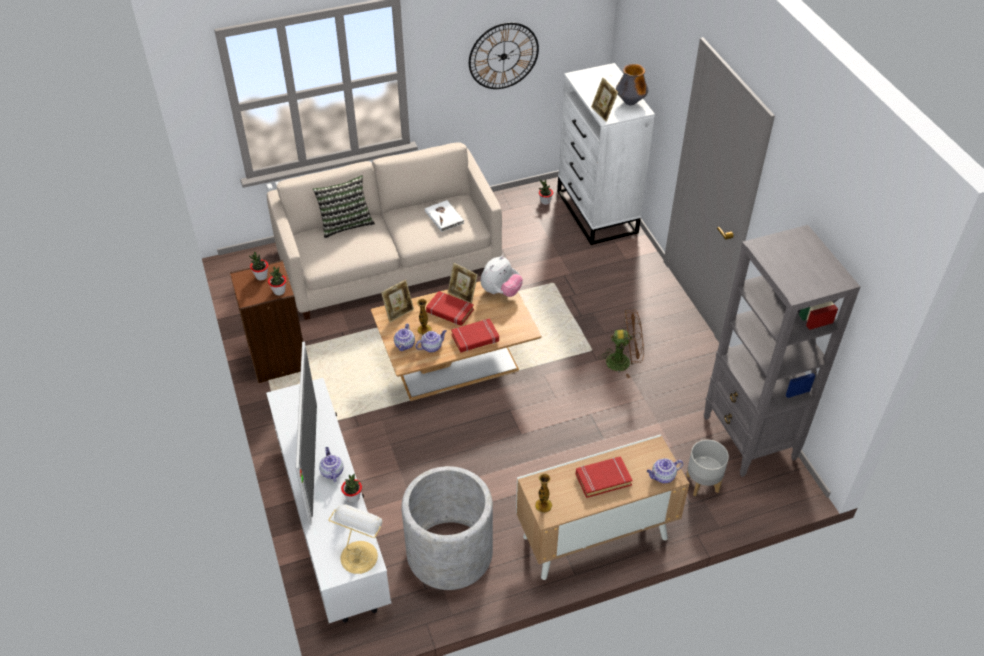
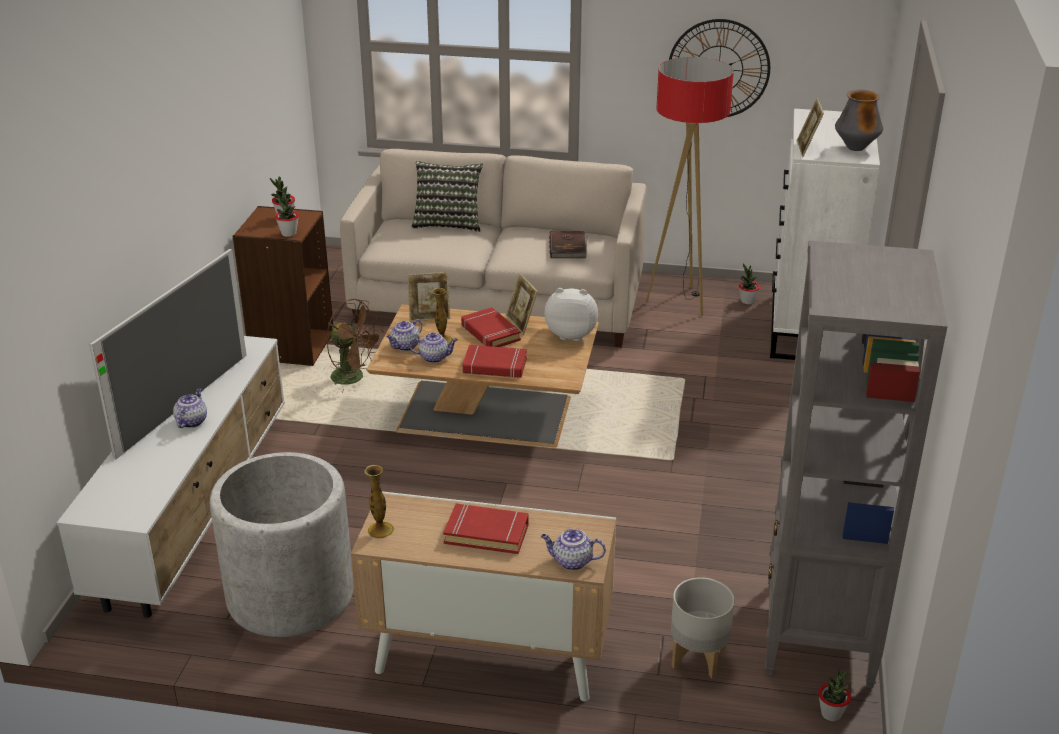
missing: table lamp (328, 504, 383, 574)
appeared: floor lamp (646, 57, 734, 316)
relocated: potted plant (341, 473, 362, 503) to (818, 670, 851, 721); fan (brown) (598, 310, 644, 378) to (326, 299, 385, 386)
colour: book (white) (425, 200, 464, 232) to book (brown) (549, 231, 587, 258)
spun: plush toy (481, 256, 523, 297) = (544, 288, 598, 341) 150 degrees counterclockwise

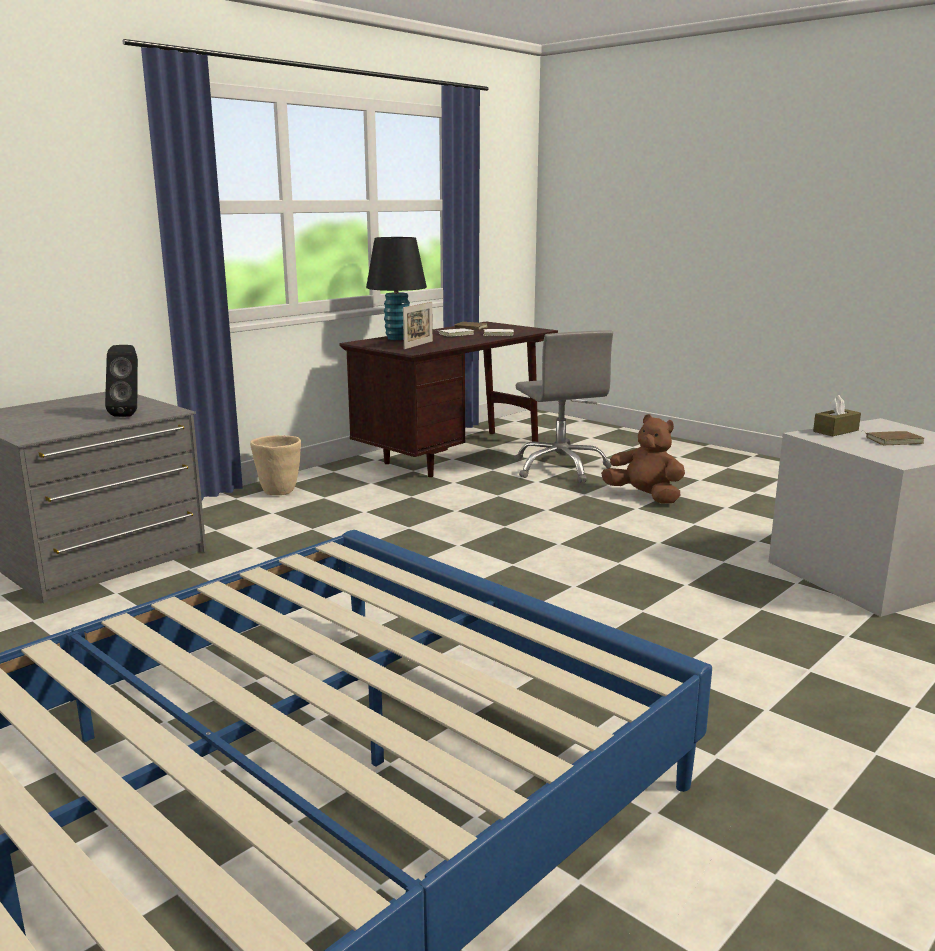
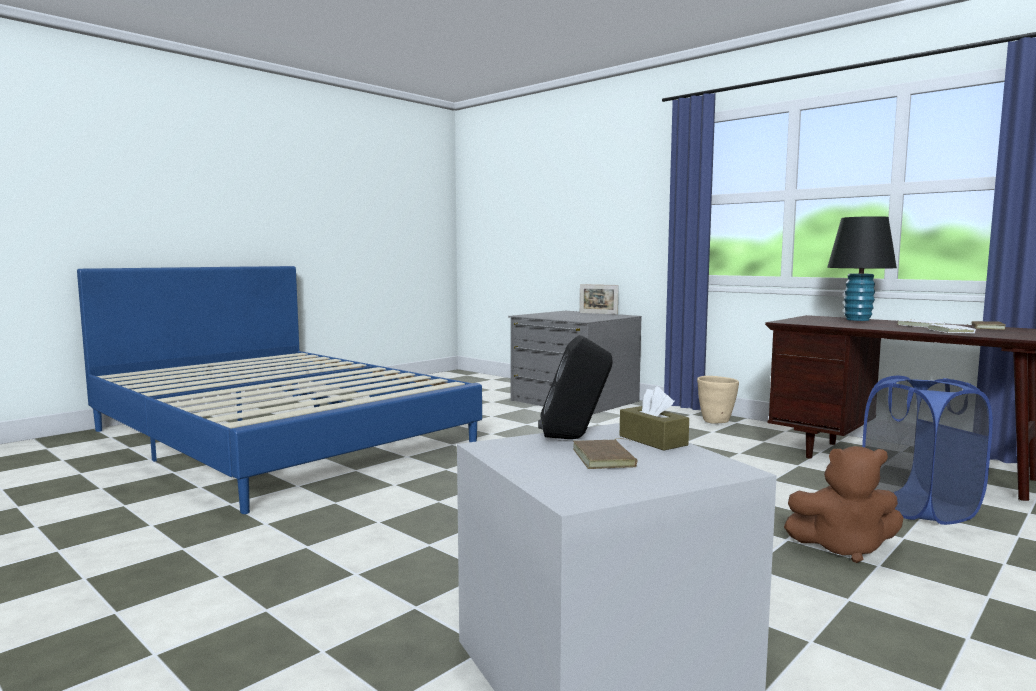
relocated: speaker (black) (105, 345, 138, 417) to (538, 335, 613, 439); picture frame (403, 302, 433, 349) to (580, 284, 619, 315)
exchanged: office chair (grey) (514, 330, 613, 483) to laundry basket (blue) (862, 376, 993, 525)
spun: plush toy (brown) (601, 414, 685, 504) = (784, 446, 904, 563) 60 degrees clockwise

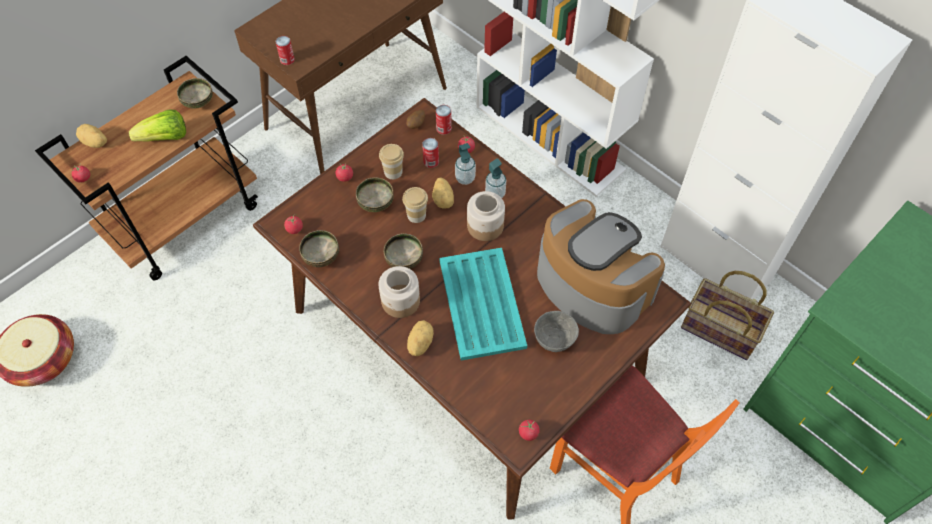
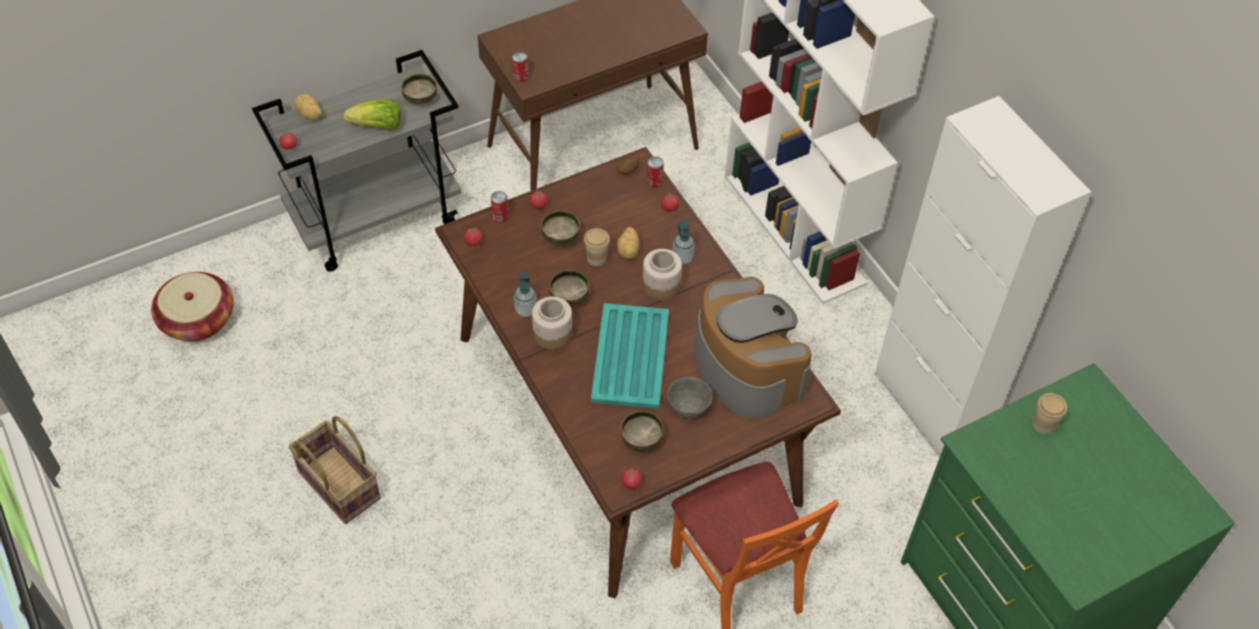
missing: potato (407, 320, 434, 356)
relocated: bowl (299, 230, 339, 267) to (621, 411, 663, 452); cup (379, 144, 404, 179) to (1032, 393, 1067, 434); can (422, 138, 439, 168) to (491, 191, 509, 223); soap dispenser (455, 143, 476, 185) to (514, 273, 537, 317); basket (681, 271, 774, 360) to (289, 416, 381, 524)
colour: cart (brown) (35, 56, 258, 280) to cart (grey) (252, 50, 462, 272)

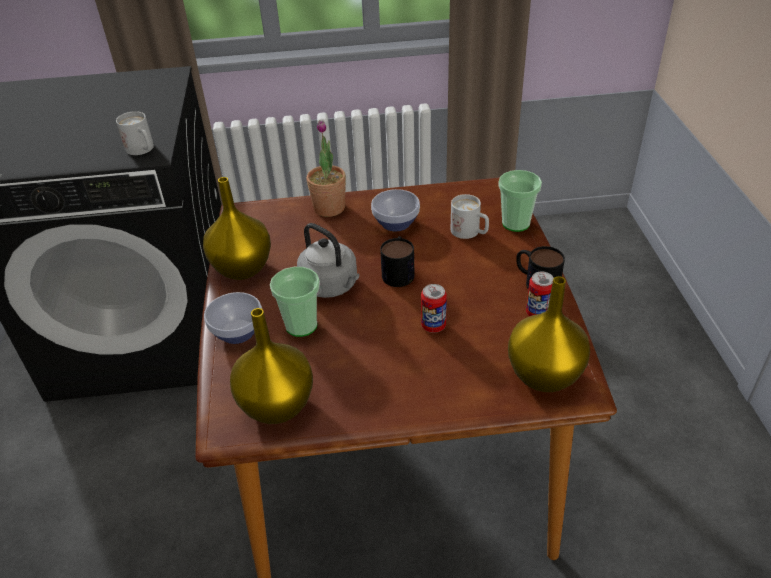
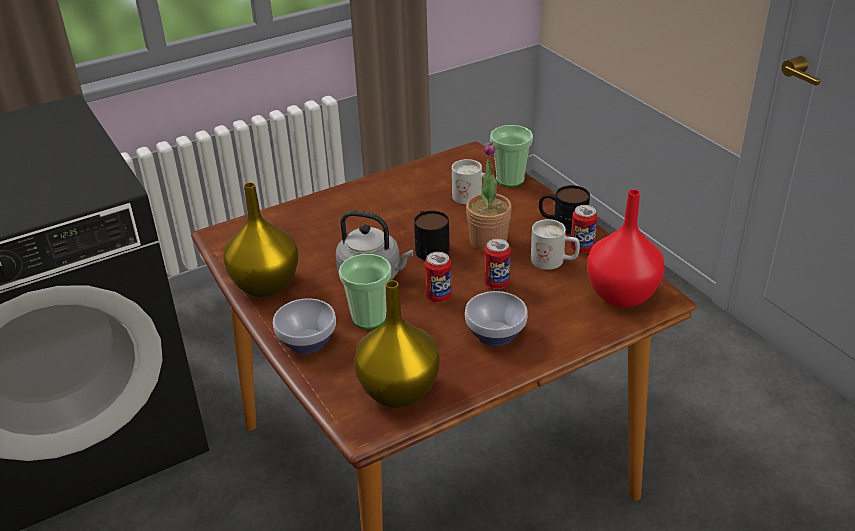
appeared: can (425, 252, 452, 303)
relocated: mug (white) (116, 111, 154, 155) to (531, 219, 580, 270); potted plant (306, 120, 346, 217) to (466, 142, 512, 252); bowl (371, 189, 420, 231) to (465, 291, 528, 346)
colour: vase (yellow) (508, 276, 590, 392) to vase (red) (587, 189, 665, 308)

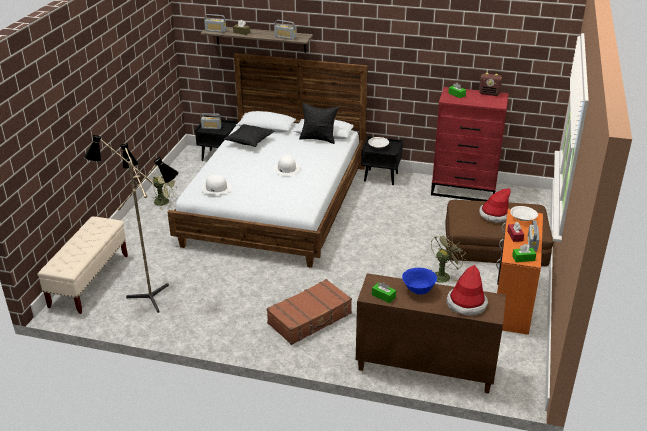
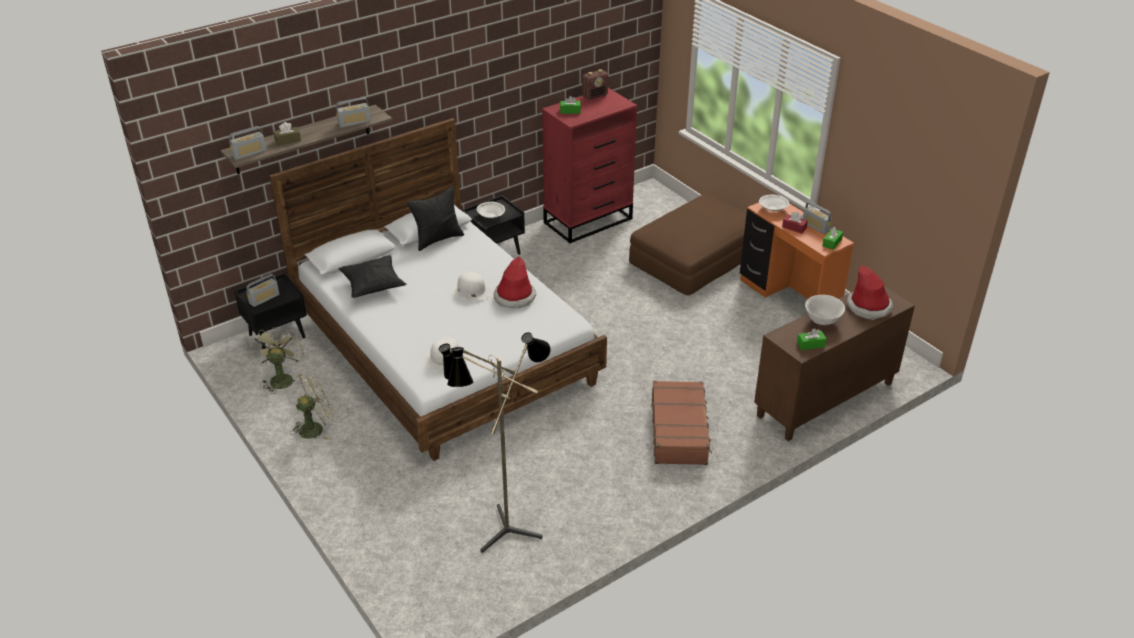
missing: bench (beige) (37, 217, 128, 314)
relocated: fan (green) (431, 233, 466, 283) to (250, 327, 303, 394); hat (479, 188, 511, 223) to (494, 256, 536, 308)
colour: bowl (blue) (402, 268, 437, 294) to bowl (white) (805, 295, 845, 325)

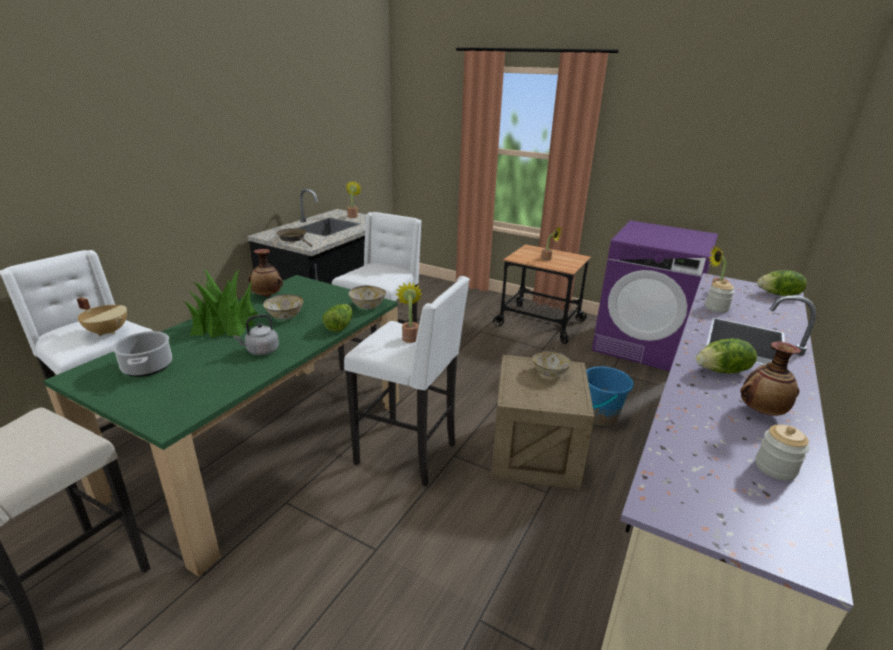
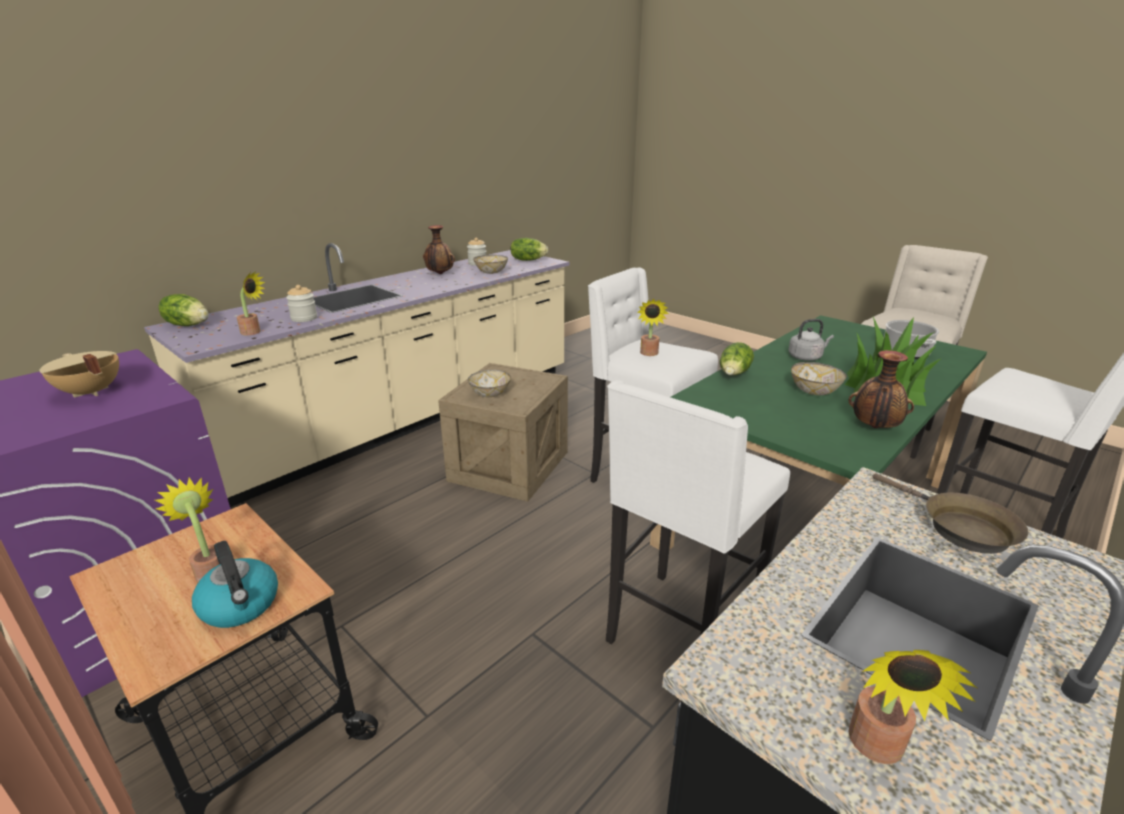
missing: bucket (blue) (586, 366, 634, 426)
appeared: kettle (192, 541, 278, 628)
relocated: cooking pot (beige) (77, 297, 127, 336) to (39, 351, 119, 398); bowl (349, 286, 386, 309) to (473, 255, 508, 274); lettuce (696, 338, 757, 374) to (511, 238, 548, 261)

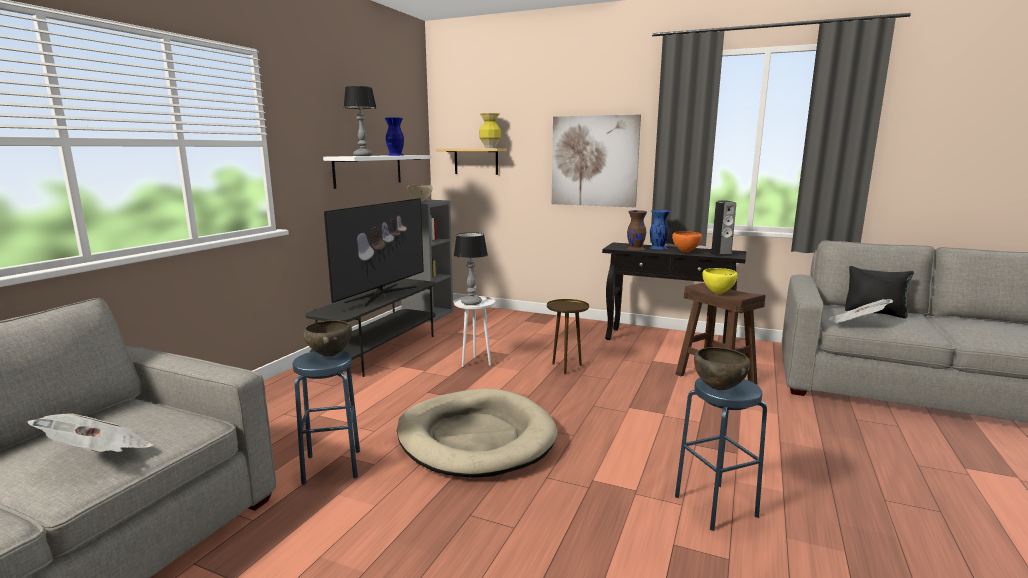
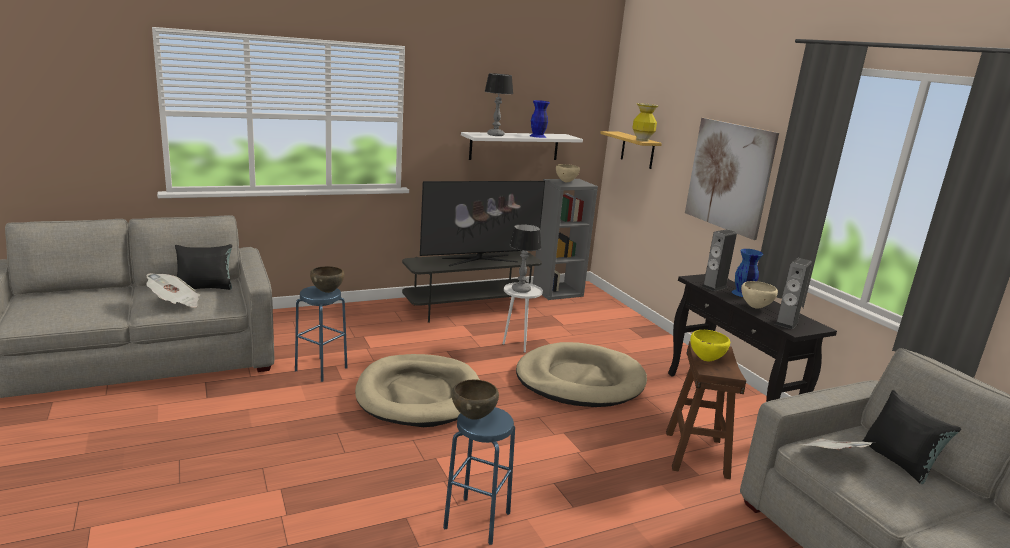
appeared: pillow (black) (175, 244, 232, 290)
exchanged: side table (brown) (547, 299, 589, 374) to dog bed (beige) (516, 342, 647, 407); vase (brown) (626, 210, 647, 251) to speaker (702, 229, 737, 291)
colour: bowl (orange) (672, 231, 702, 252) to bowl (beige) (741, 281, 778, 309)

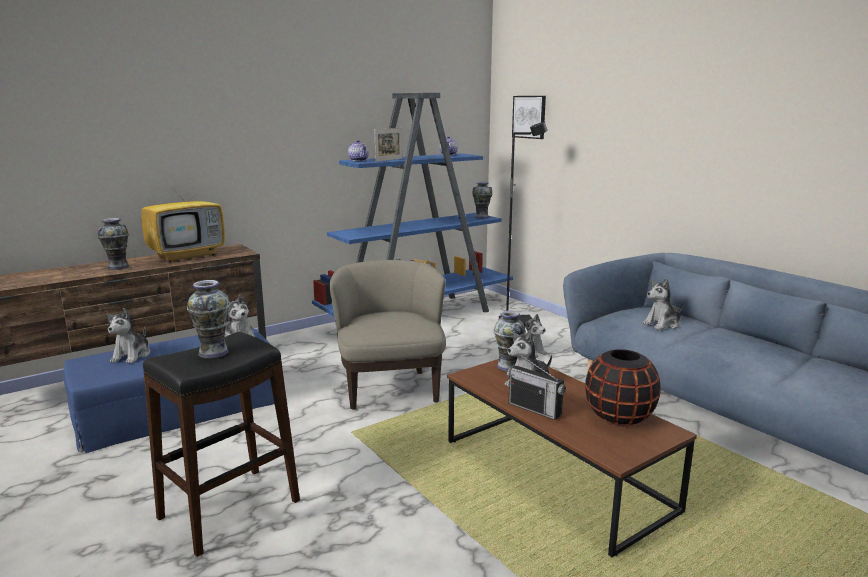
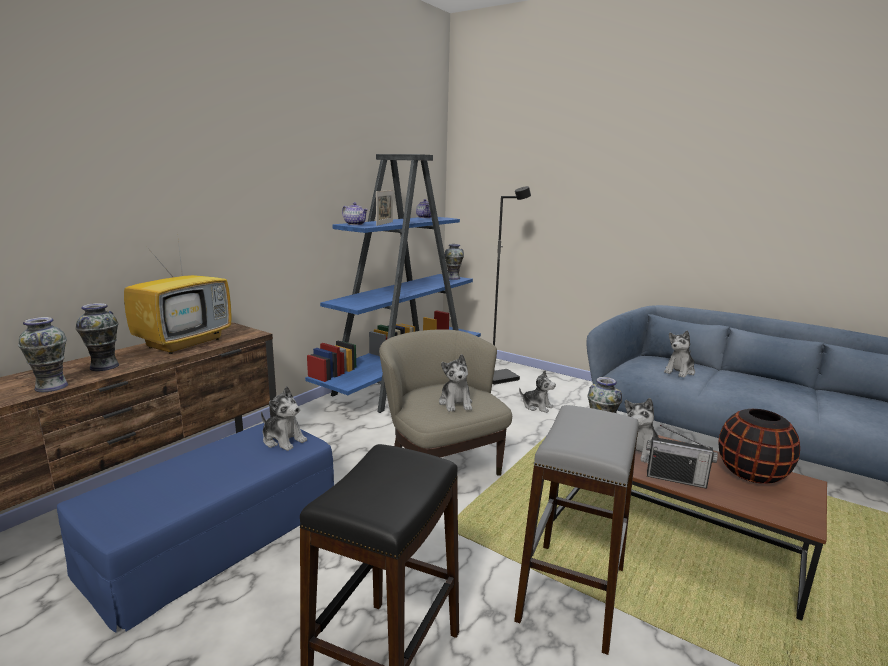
missing: picture (512, 96, 546, 139)
appeared: stool (grey) (514, 405, 639, 655)
relocated: plush toy (106, 308, 150, 364) to (439, 354, 472, 412); vase (187, 280, 231, 359) to (18, 317, 68, 392)

